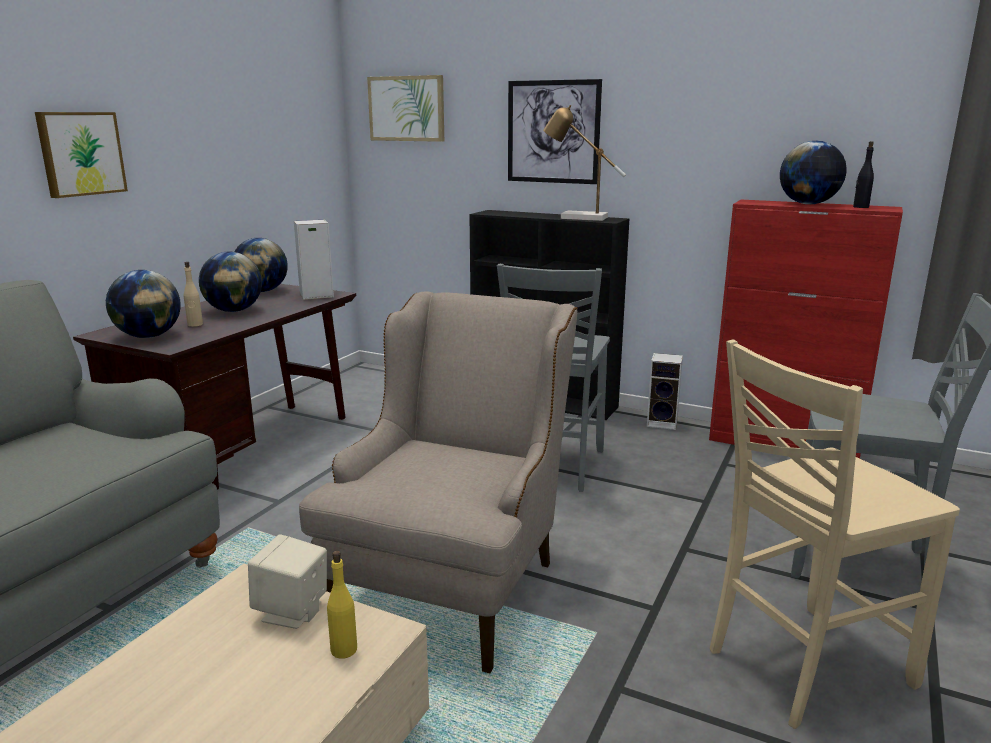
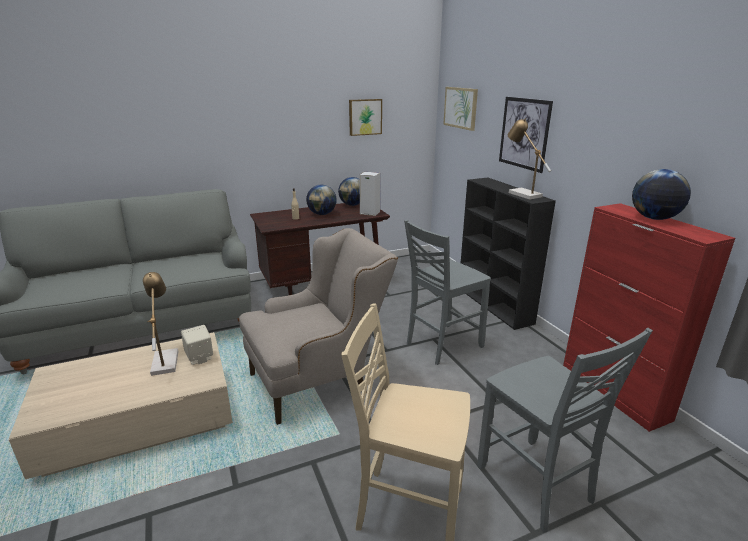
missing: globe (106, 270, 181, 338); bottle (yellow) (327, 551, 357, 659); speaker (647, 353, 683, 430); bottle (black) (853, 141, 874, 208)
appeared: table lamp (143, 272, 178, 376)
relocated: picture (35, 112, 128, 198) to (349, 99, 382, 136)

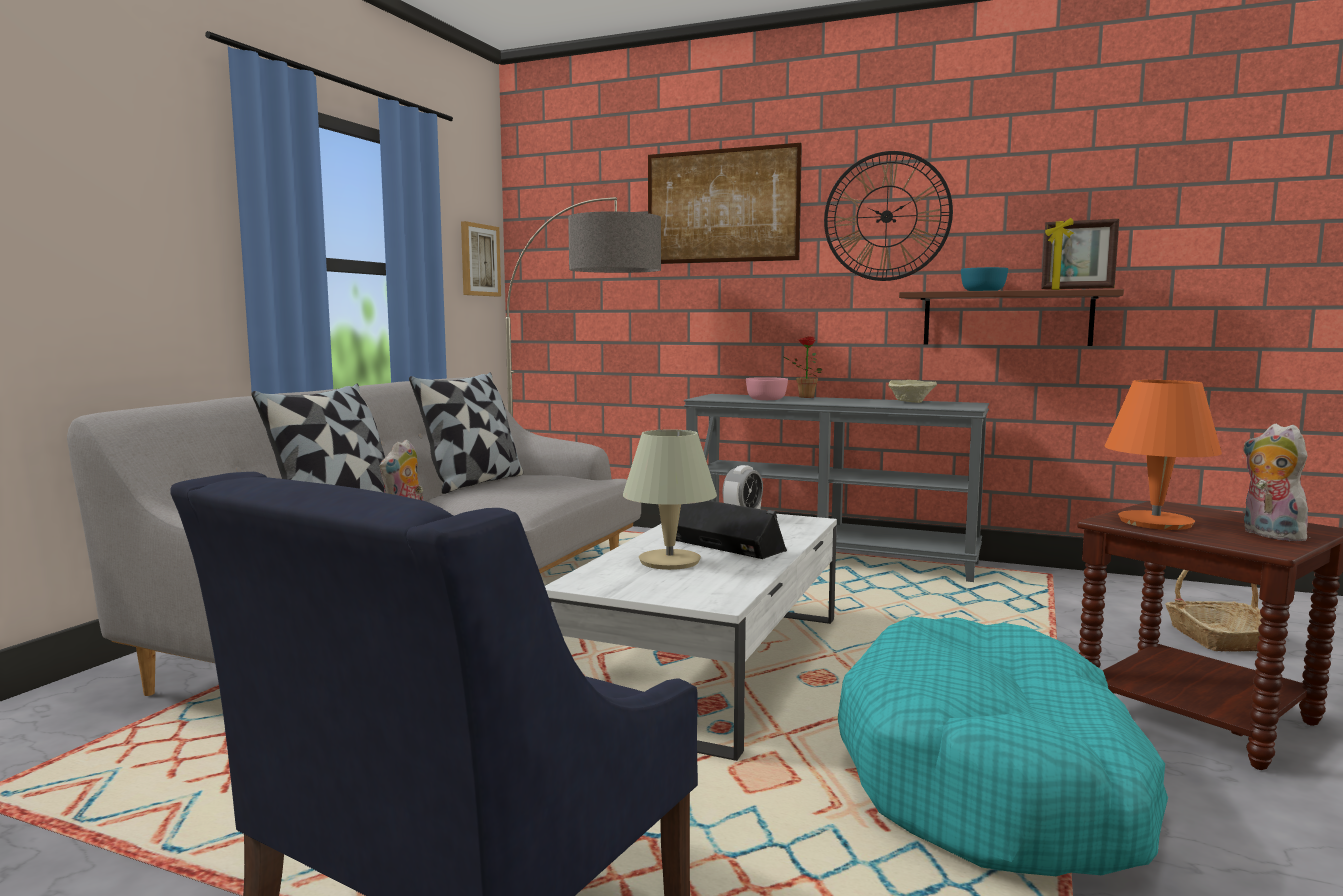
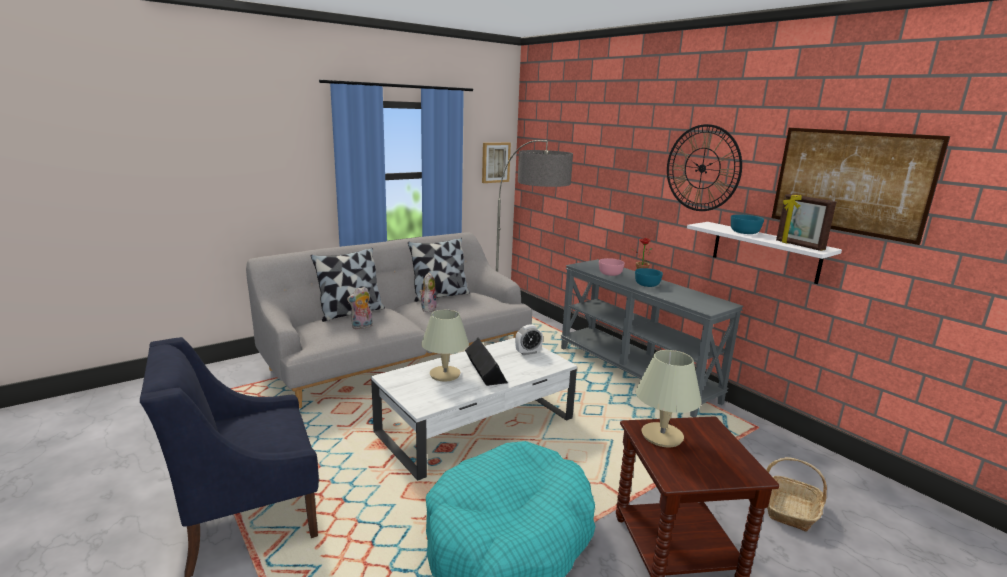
missing: bowl (beige) (888, 380, 937, 403)
appeared: bowl (turquoise) (635, 268, 663, 287)
relocated: picture (648, 143, 802, 264) to (772, 128, 950, 245); plush toy (1242, 424, 1310, 541) to (420, 272, 437, 312)
colour: shelf (brown) (899, 289, 1124, 346) to shelf (white) (687, 222, 842, 284); table lamp (orange) (1105, 380, 1222, 530) to table lamp (beige) (636, 350, 701, 447)

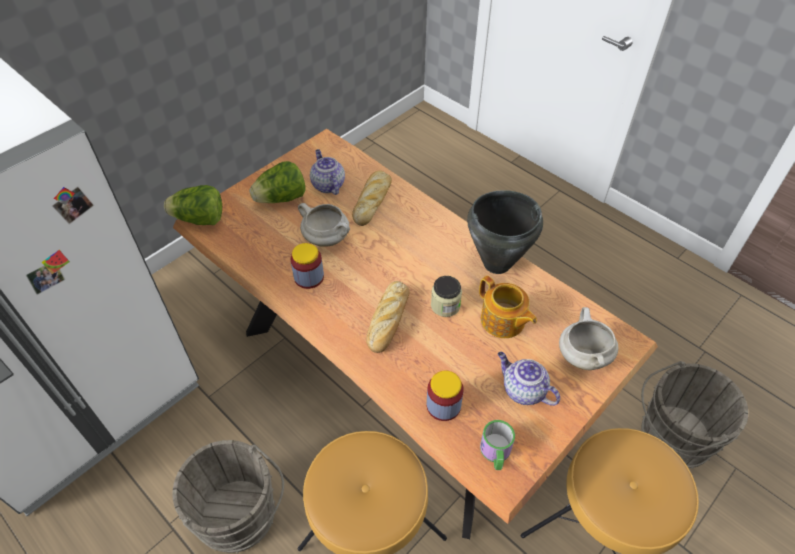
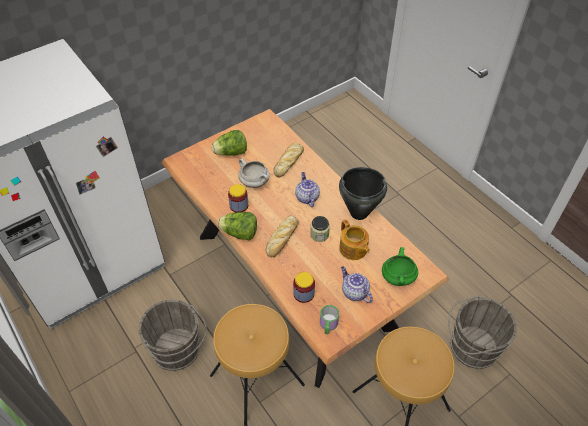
relocated: lettuce (164, 185, 222, 225) to (218, 212, 257, 240); teapot (310, 149, 345, 195) to (295, 172, 320, 207)
colour: cooking pot (white) (559, 307, 618, 370) to cooking pot (green) (382, 247, 418, 286)

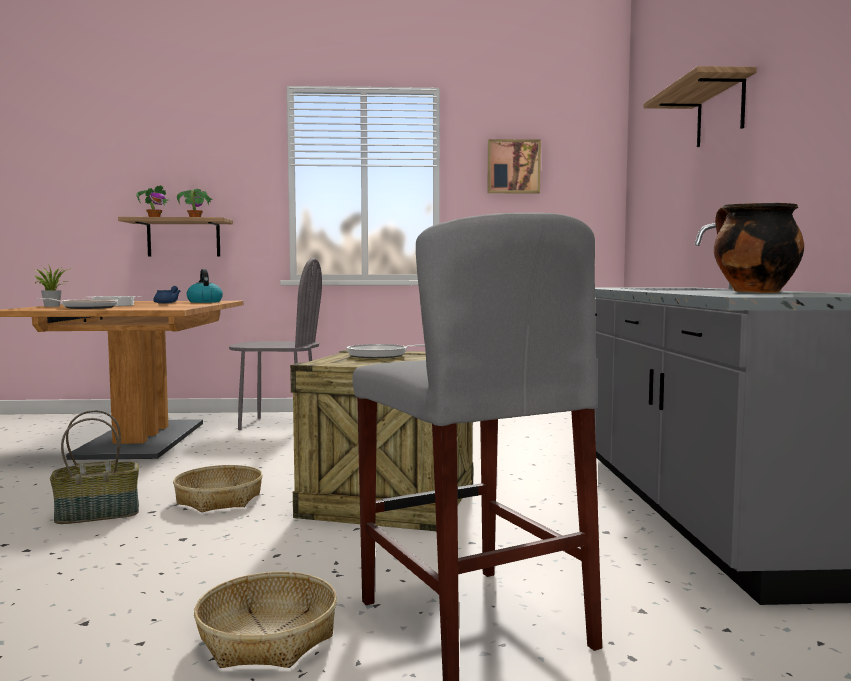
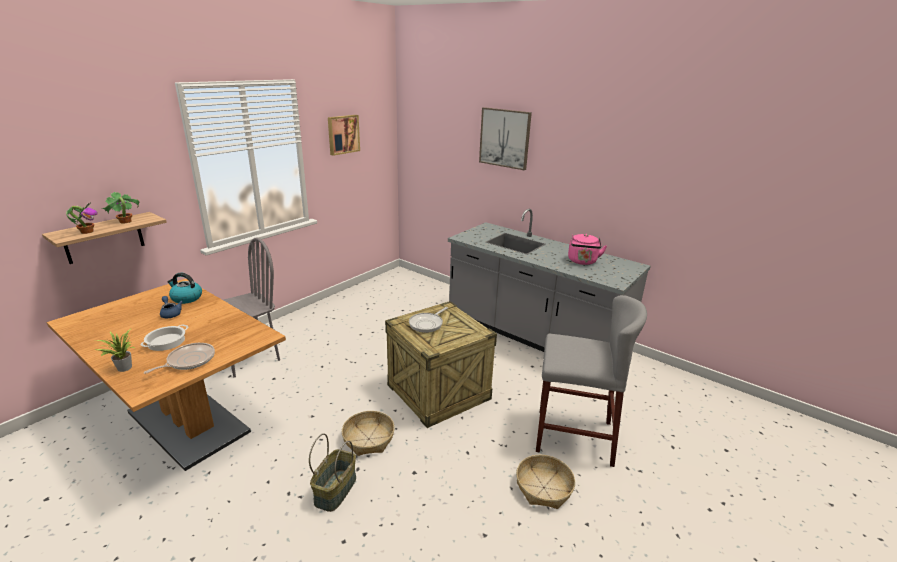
exchanged: shelf (643, 66, 757, 147) to picture (479, 107, 532, 170); cooking pot (714, 203, 804, 293) to kettle (pink) (568, 234, 607, 265)

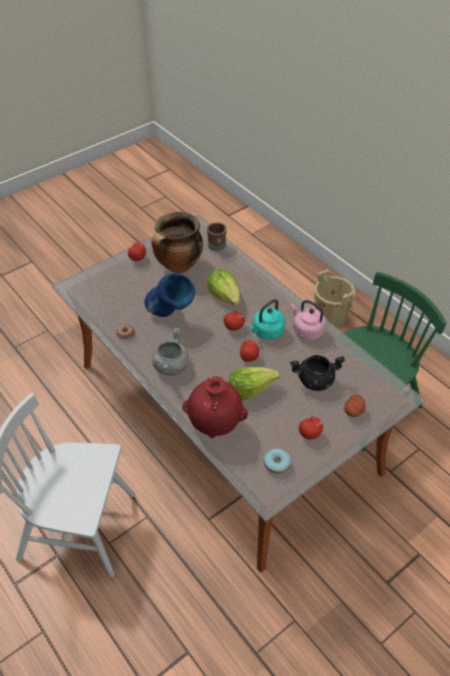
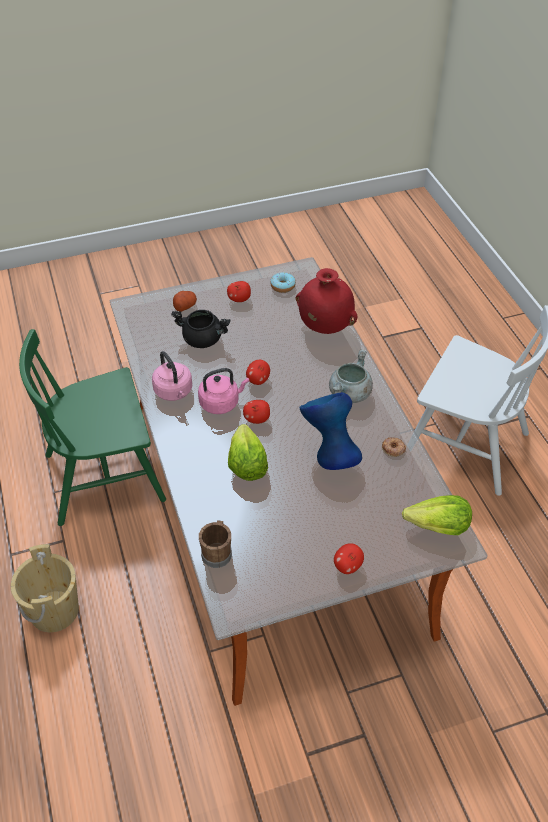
missing: cooking pot (151, 212, 203, 273)
relocated: lettuce (228, 367, 279, 400) to (402, 495, 472, 535)
colour: kettle (turquoise) (248, 299, 285, 339) to kettle (pink) (198, 368, 249, 414)

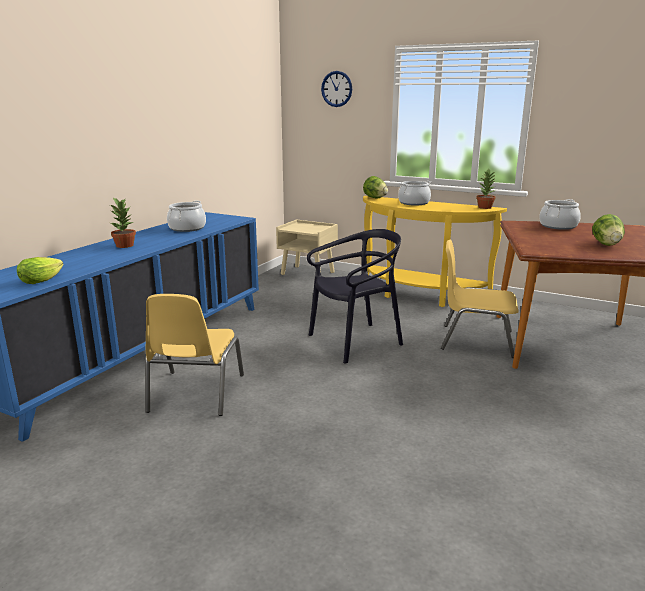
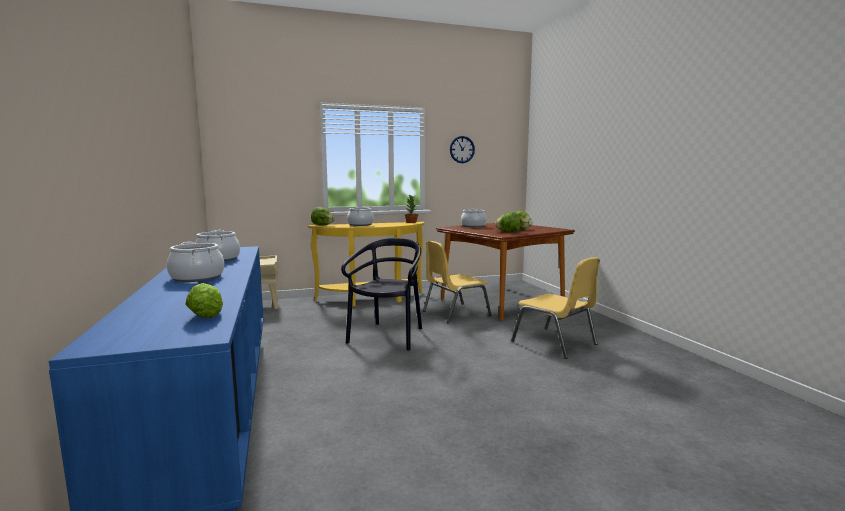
appeared: lettuce (495, 212, 521, 232)
relocated: chair (yellow) (145, 294, 244, 416) to (511, 257, 600, 359); wall clock (321, 71, 352, 107) to (450, 136, 475, 163)
exchanged: potted plant (110, 197, 136, 248) to cooking pot (167, 242, 224, 282)

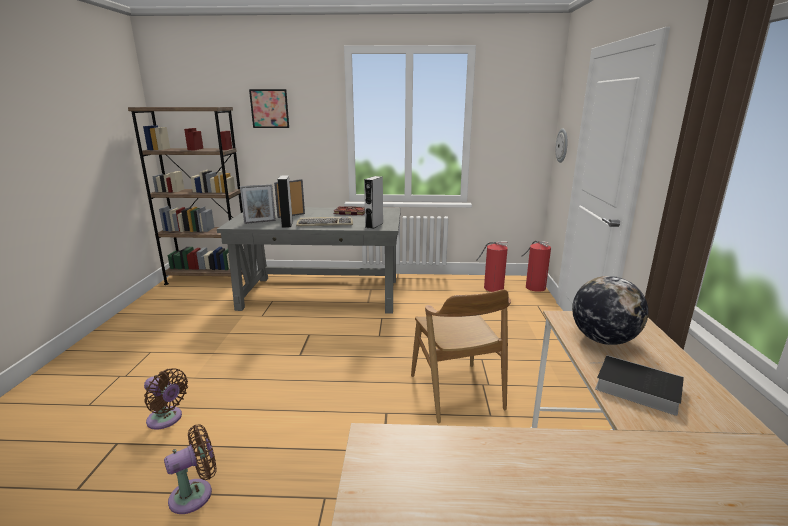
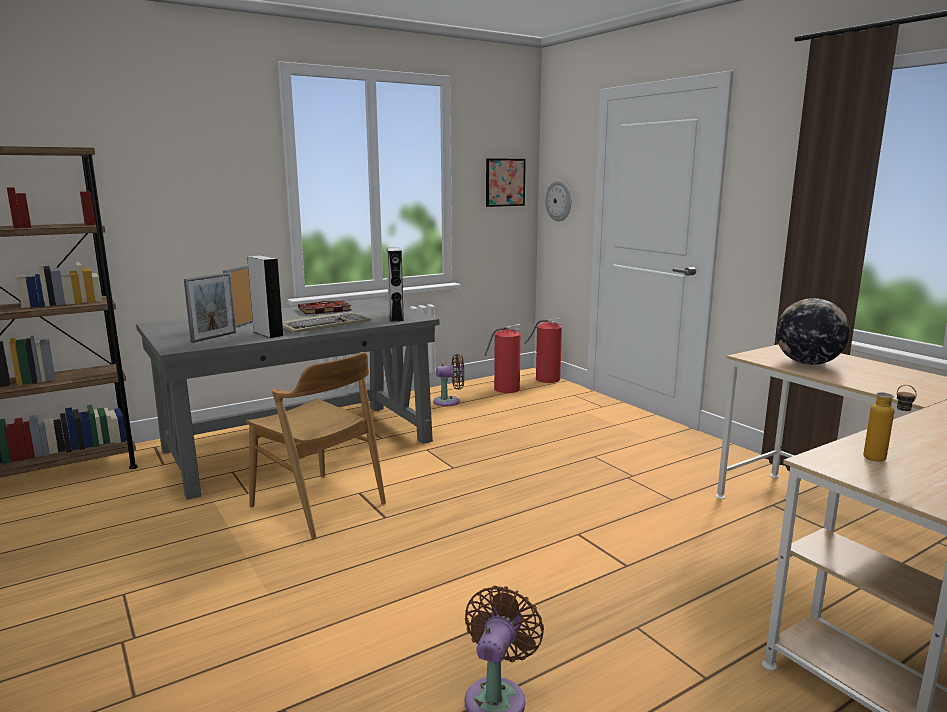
missing: book (591, 355, 684, 416)
appeared: bottle (863, 385, 917, 462)
relocated: fan (brown) (144, 368, 188, 430) to (433, 354, 464, 406); picture (249, 89, 289, 128) to (486, 158, 526, 207); chair (brown) (411, 289, 511, 423) to (246, 352, 386, 539)

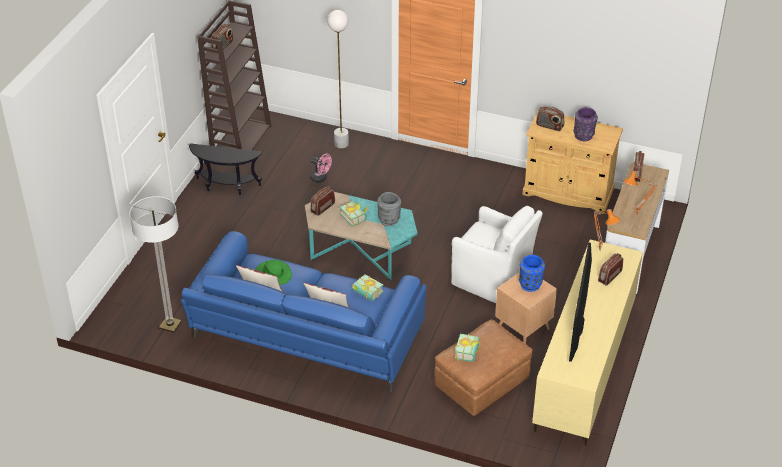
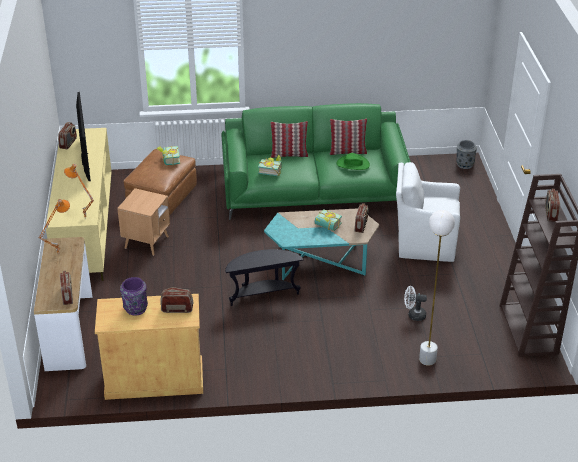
missing: floor lamp (130, 196, 182, 333); vase (blue) (519, 255, 545, 292)
relocated: side table (black) (189, 143, 262, 195) to (225, 249, 303, 306); vase (grey) (377, 192, 401, 226) to (456, 140, 477, 169); armchair (white) (451, 206, 543, 303) to (396, 162, 460, 262); radio (598, 253, 623, 286) to (58, 122, 77, 149)
colour: sofa (blue) (181, 231, 427, 392) to sofa (green) (221, 103, 411, 220); fan (pink) (310, 154, 332, 183) to fan (white) (404, 286, 427, 321)

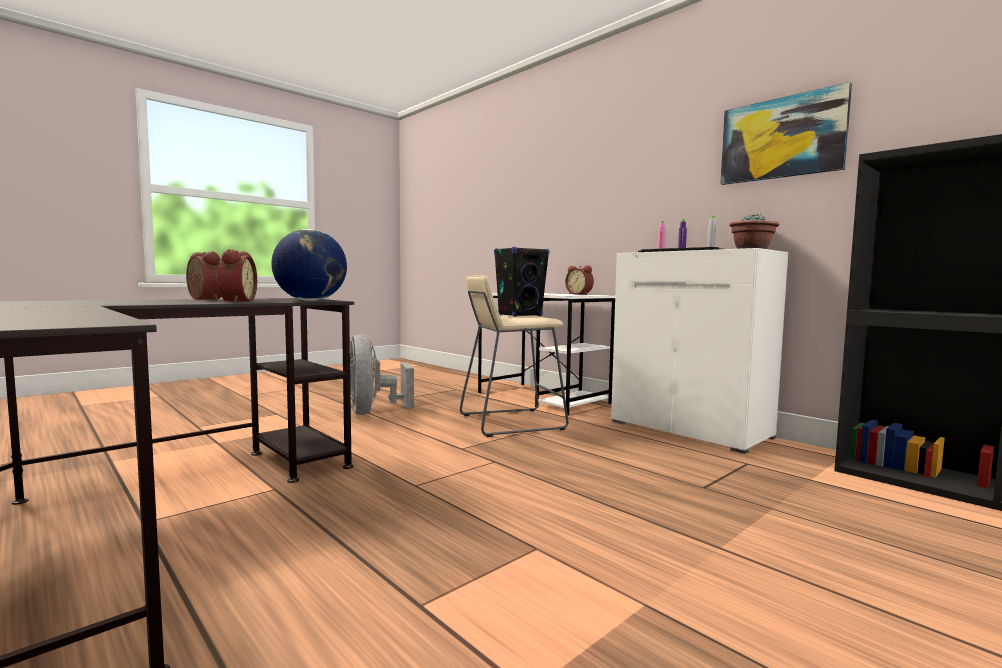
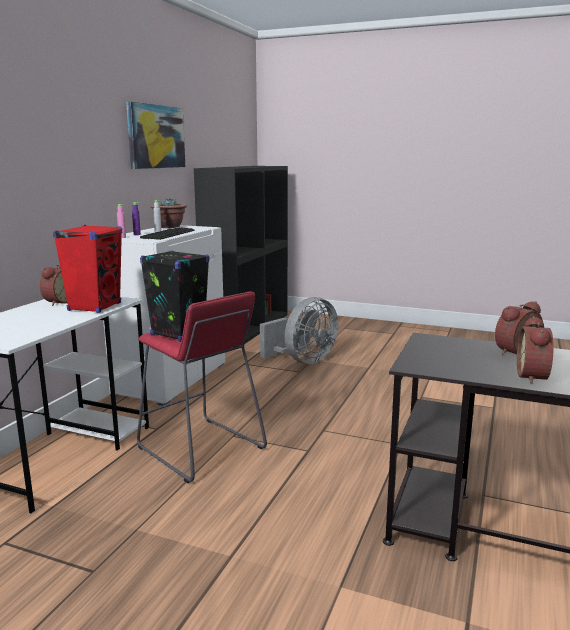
missing: globe (271, 229, 347, 301)
appeared: speaker (red) (53, 225, 122, 313)
relocated: fan (grey) (350, 334, 414, 415) to (260, 297, 338, 364)
colour: stool (beige) (460, 276, 569, 437) to stool (red) (137, 291, 267, 483)

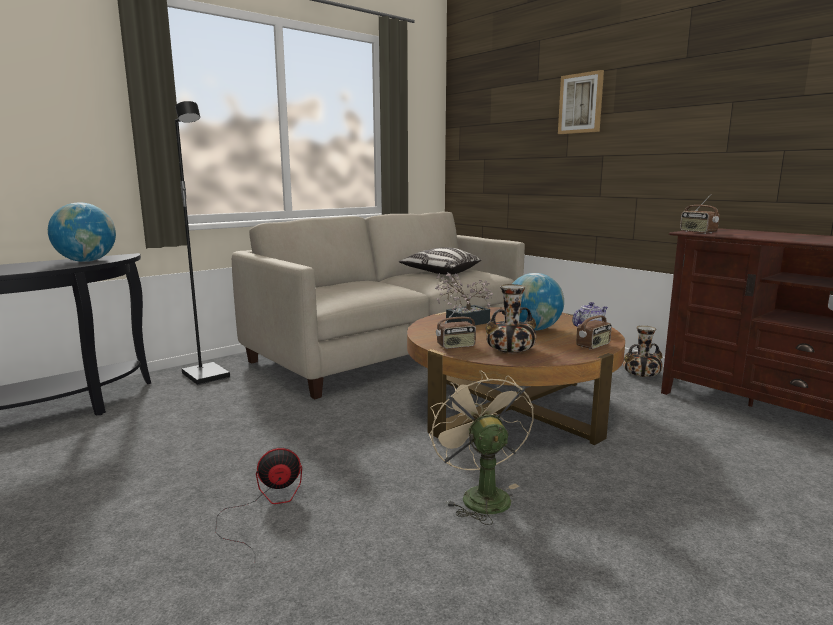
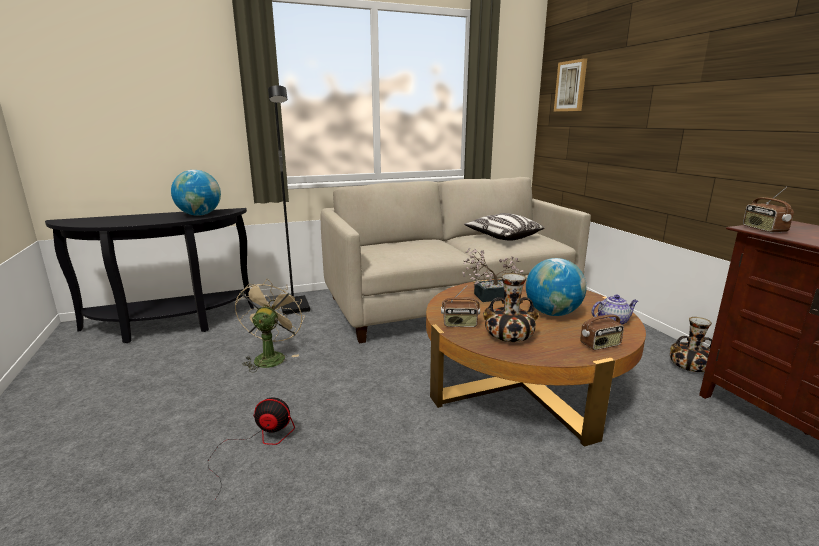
relocated: fan (beige) (429, 370, 534, 525) to (235, 279, 305, 372); picture (558, 70, 604, 134) to (554, 58, 587, 111)

